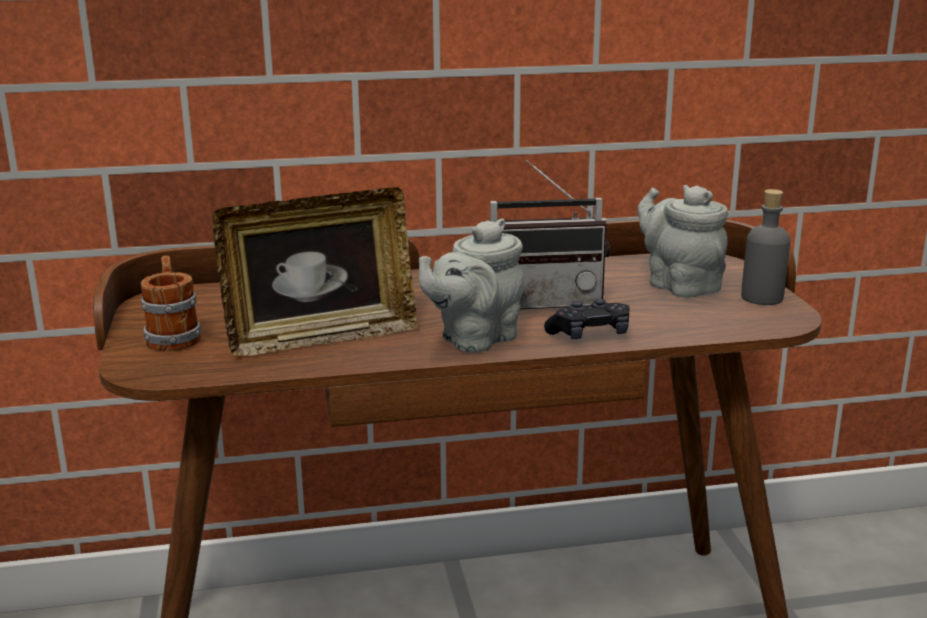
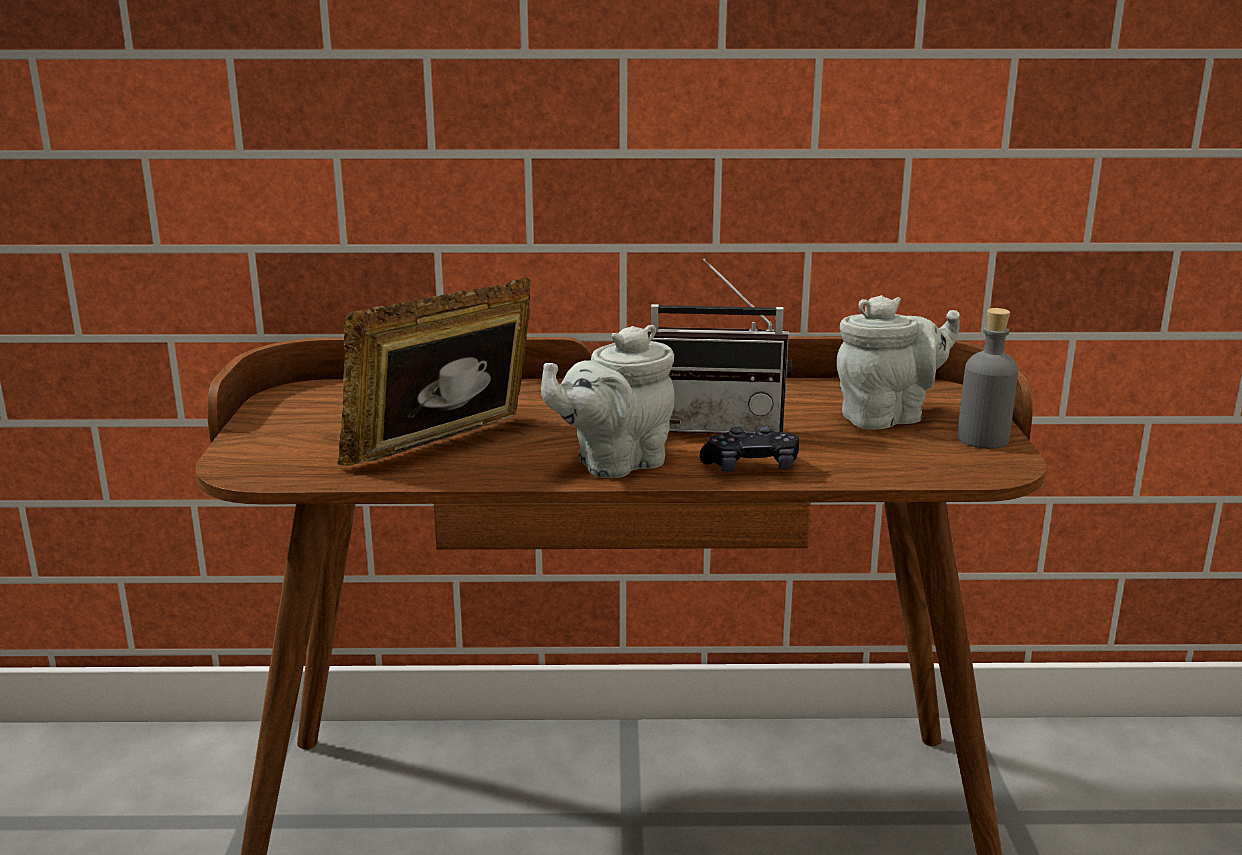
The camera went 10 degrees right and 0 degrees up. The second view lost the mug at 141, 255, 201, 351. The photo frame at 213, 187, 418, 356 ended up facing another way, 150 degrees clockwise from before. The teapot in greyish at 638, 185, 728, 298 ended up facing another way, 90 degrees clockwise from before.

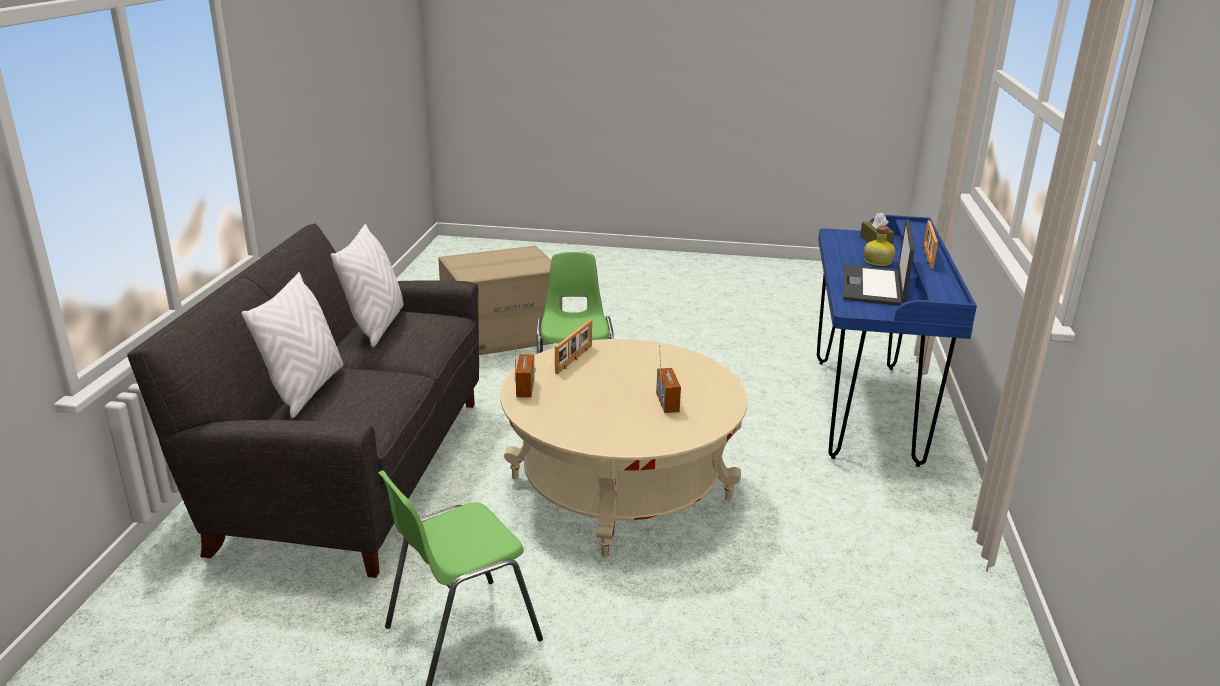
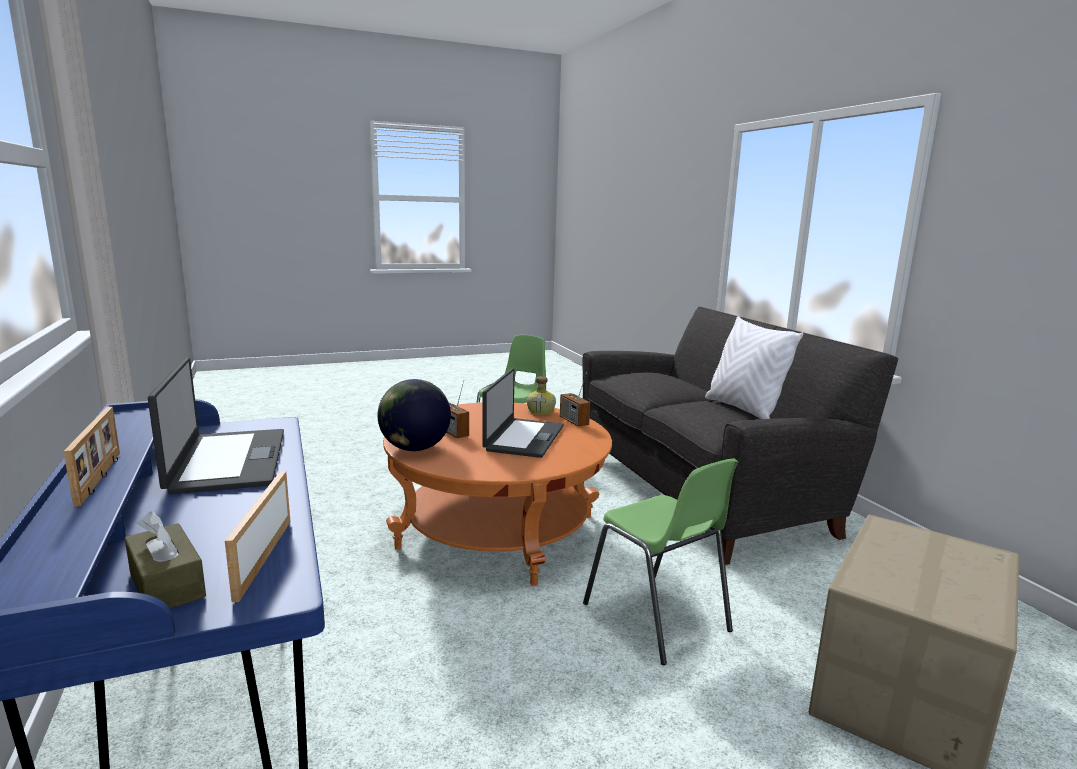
The camera went 150 degrees right and 10 degrees down. The second view lost the throw pillow in white at 242, 272, 343, 418. What was the coffee table in sand-coloured at 500, 339, 747, 557 turned into the coffee table in orange at 383, 402, 612, 586. The photo frame ended up elsewhere, having gone from 555, 320, 592, 374 to 225, 471, 290, 602. The bottle ended up elsewhere, having gone from 864, 226, 896, 266 to 527, 376, 556, 415. The second view gained the desk globe at 377, 379, 451, 451. The second view gained the portable computer at 482, 368, 564, 458.

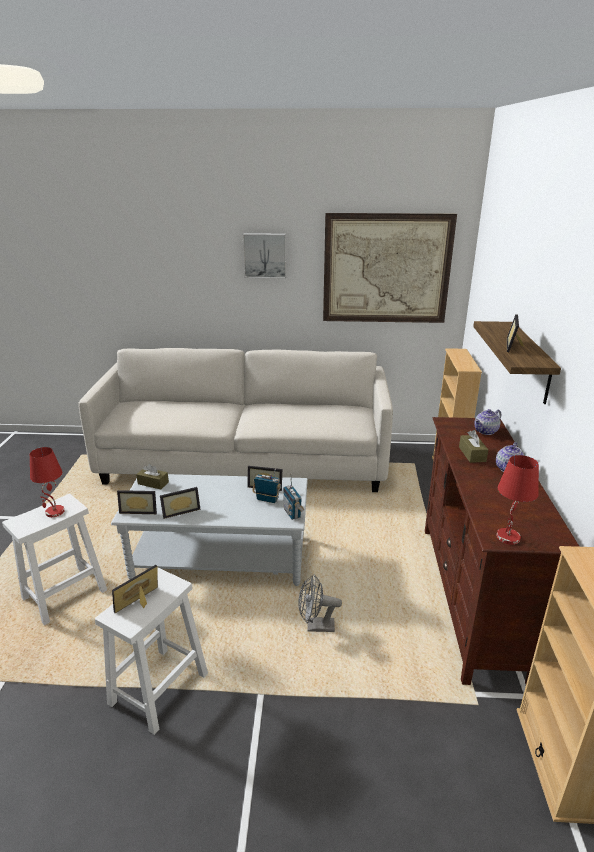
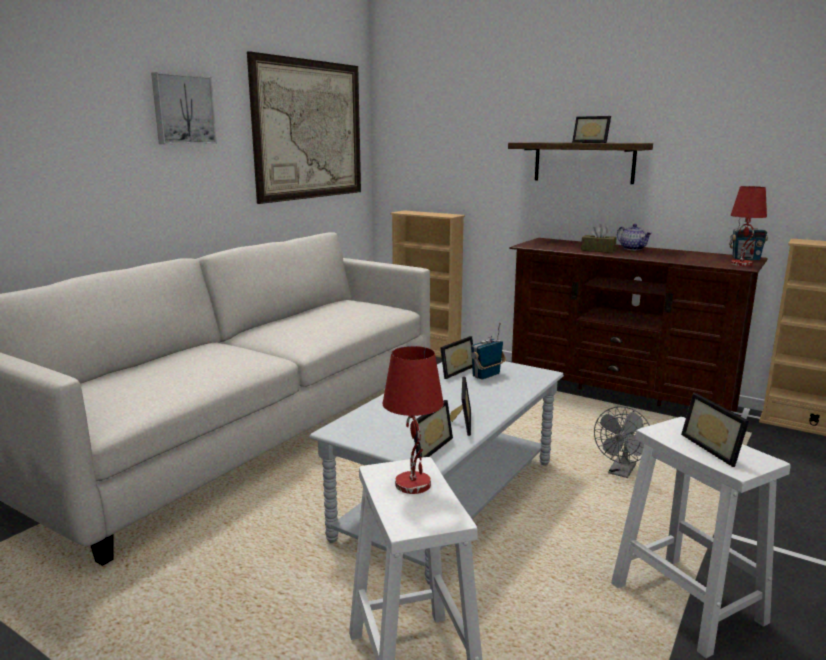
The camera went 60 degrees left and 10 degrees down. The second view lost the tissue box in brown-coloured at 136, 464, 169, 490. The radio ended up elsewhere, having gone from 283, 474, 305, 520 to 729, 217, 768, 260. The second view lost the teapot at 475, 409, 501, 435.

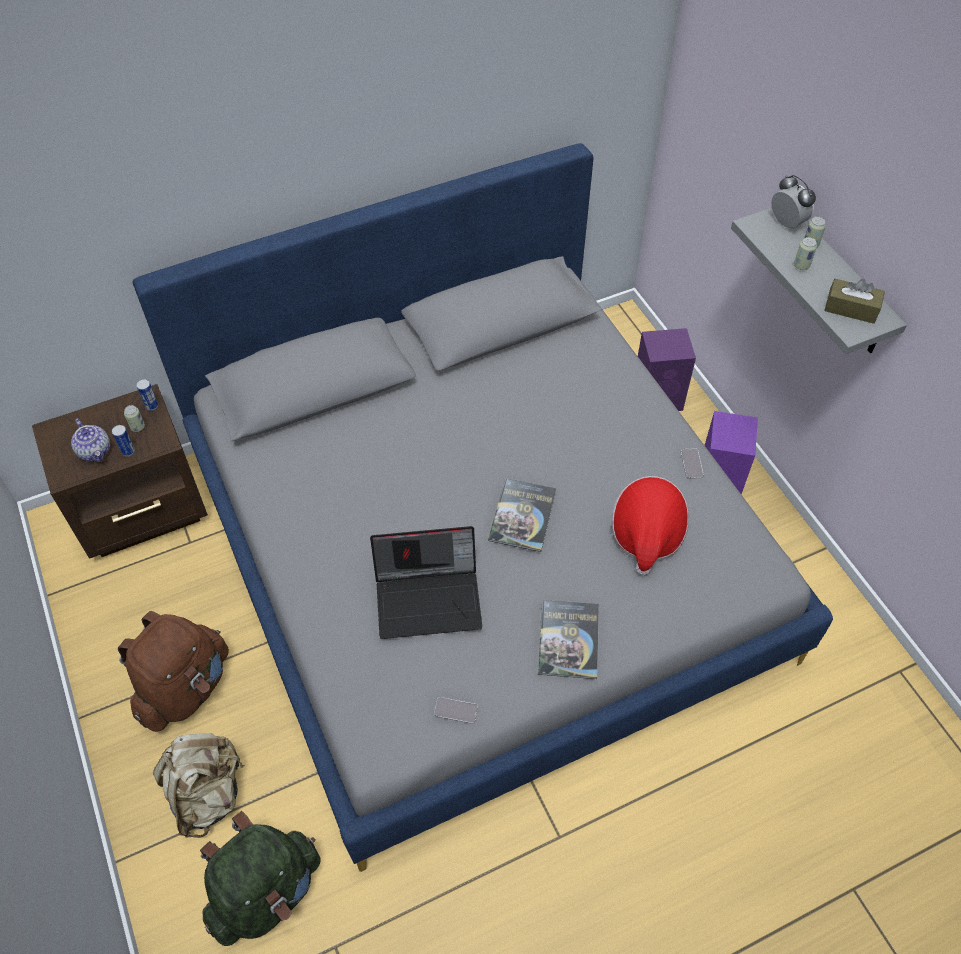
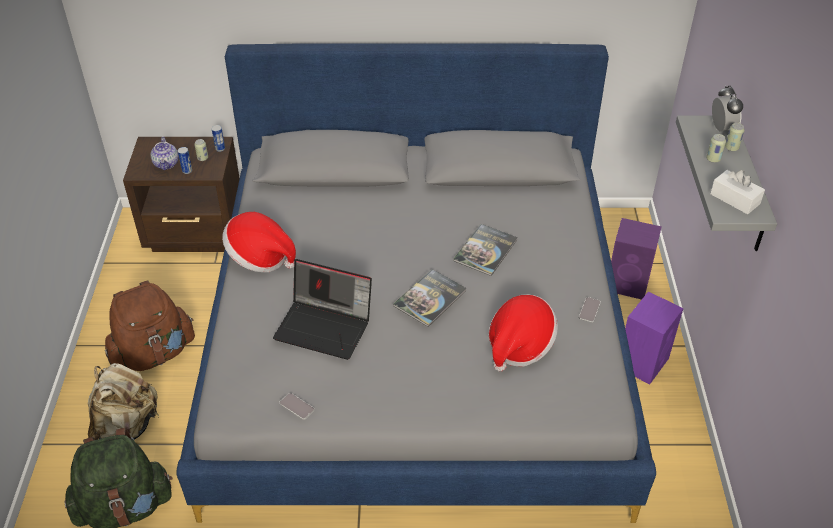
The camera went 25 degrees right and 10 degrees down. The bound book ended up elsewhere, having gone from 538, 600, 599, 679 to 453, 224, 518, 276. What was the tissue box in brown-coloured at 824, 279, 885, 324 turned into the tissue box in white at 710, 170, 765, 214. The second view gained the hat at 222, 212, 296, 272.

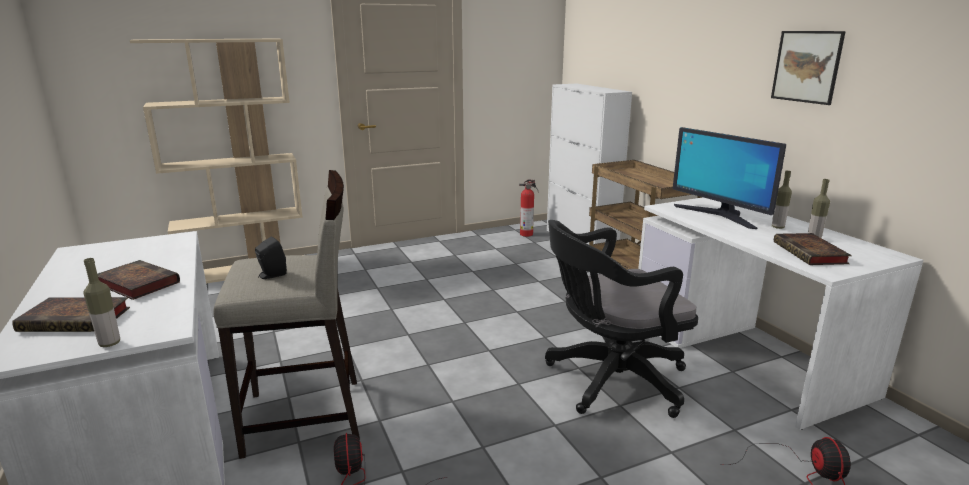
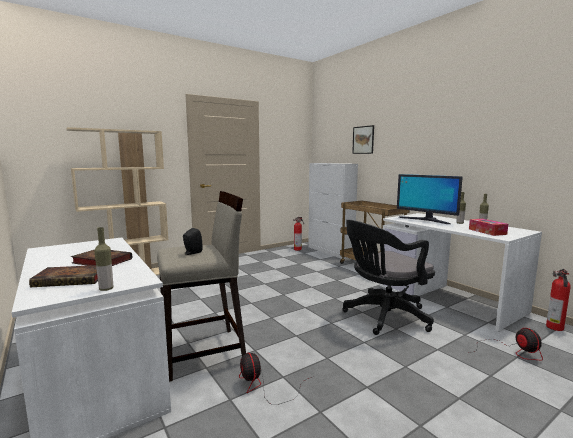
The camera went 10 degrees left and 10 degrees down. The wall picture ended up elsewhere, having gone from 771, 31, 846, 105 to 352, 125, 374, 154. Where the bound book stood at 774, 233, 852, 265, the tissue box came to stand at 469, 219, 508, 236. The second view gained the fire-fighting cylinder at 546, 269, 571, 331.

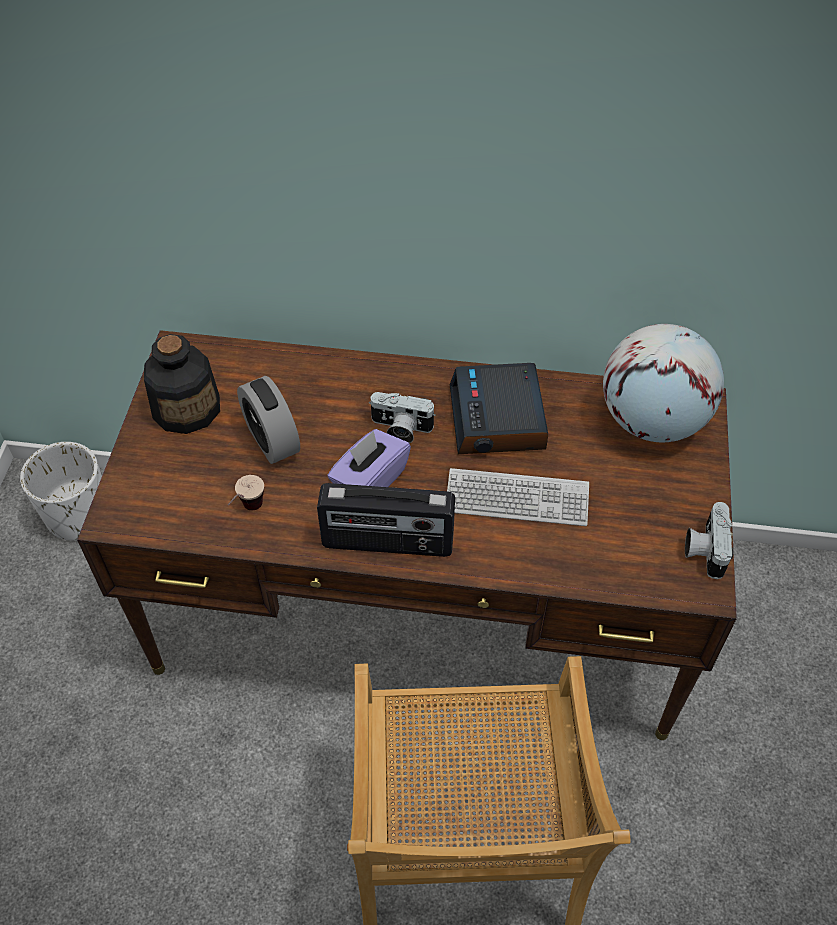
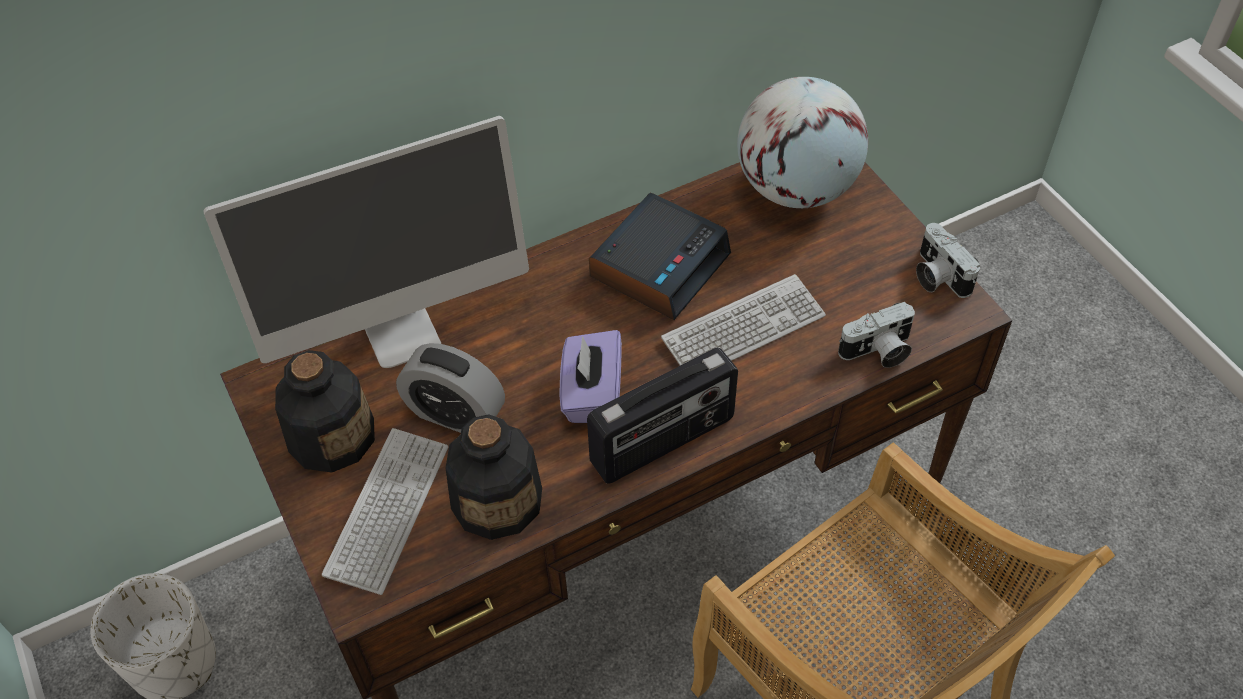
The camera went 35 degrees left and 0 degrees up. Where the cup stood at 228, 475, 264, 510, the bottle came to stand at 446, 414, 542, 540. The still camera ended up elsewhere, having gone from 369, 392, 436, 443 to 838, 302, 915, 368. The alarm clock at 450, 363, 548, 454 ended up facing another way, 105 degrees counterclockwise from before. The second view gained the computer display at 203, 116, 529, 368. The second view gained the computer keyboard at 322, 428, 448, 595.

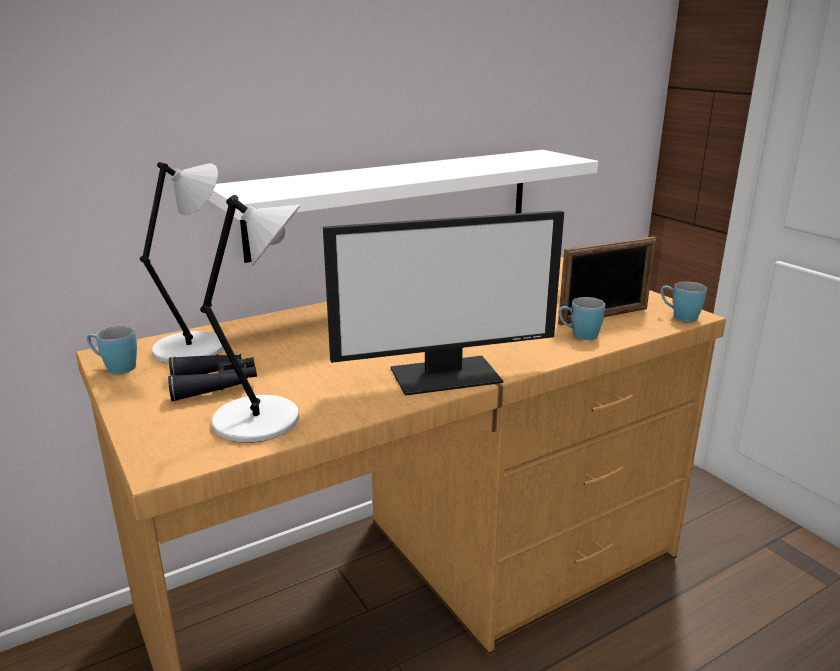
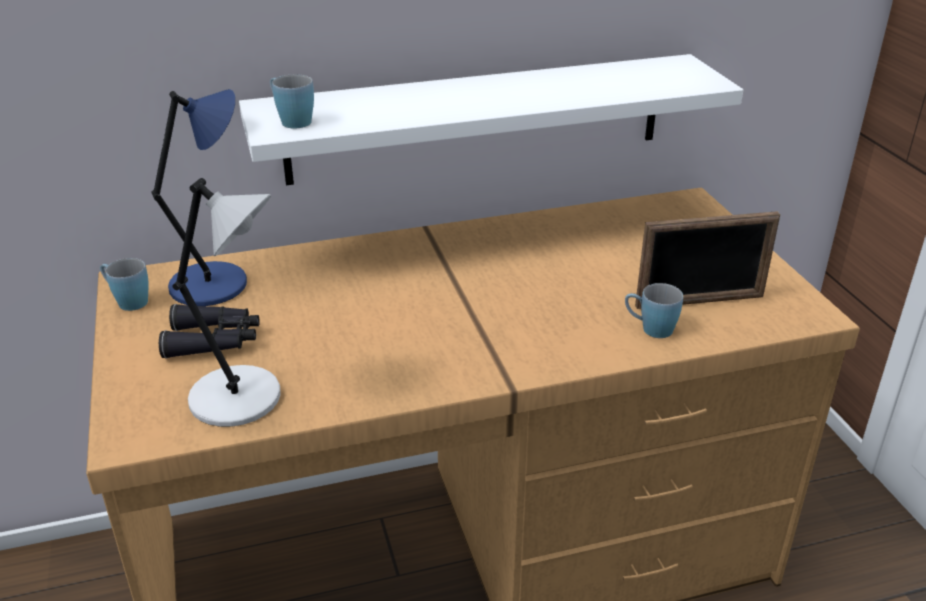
The camera went 15 degrees right and 10 degrees up. What was the tabletop lamp in greyish at 140, 162, 224, 363 turned into the tabletop lamp in bluish at 151, 89, 247, 306. The second view lost the computer display at 323, 210, 564, 396. The mug in bluish ended up elsewhere, having gone from 661, 282, 707, 322 to 270, 74, 314, 128.

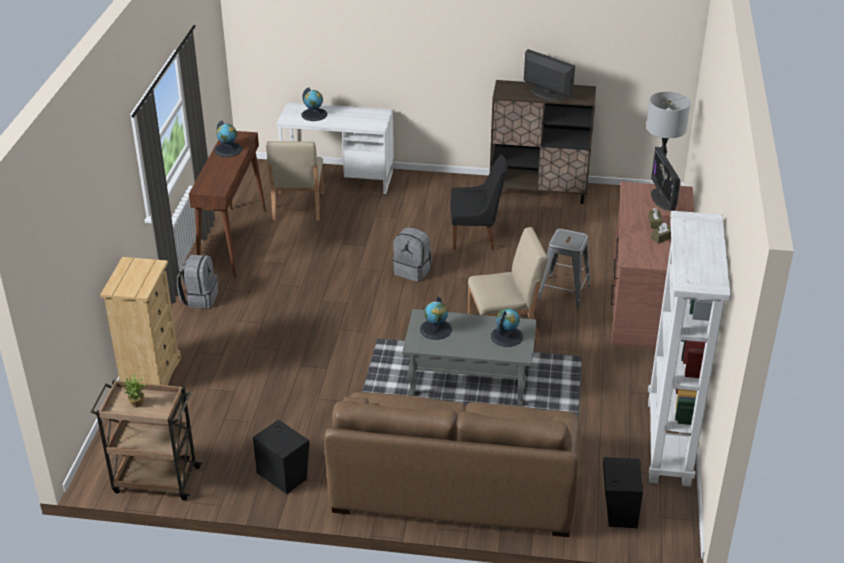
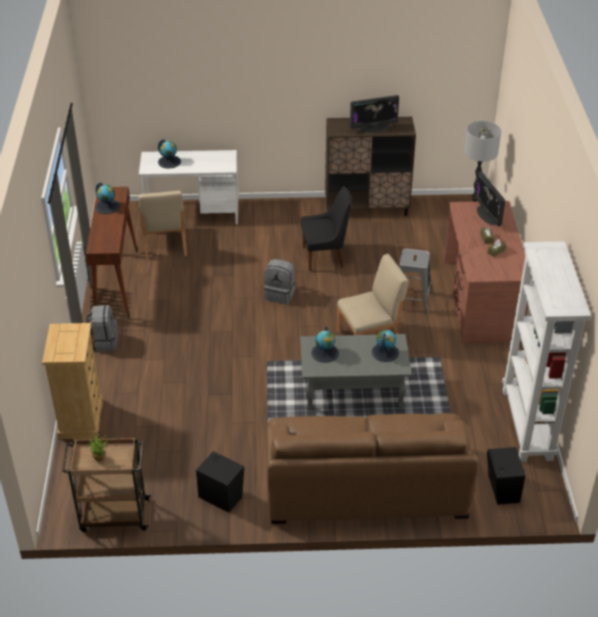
The camera went 10 degrees left and 5 degrees up. The computer display at 524, 49, 575, 101 ended up facing another way, 135 degrees clockwise from before.

